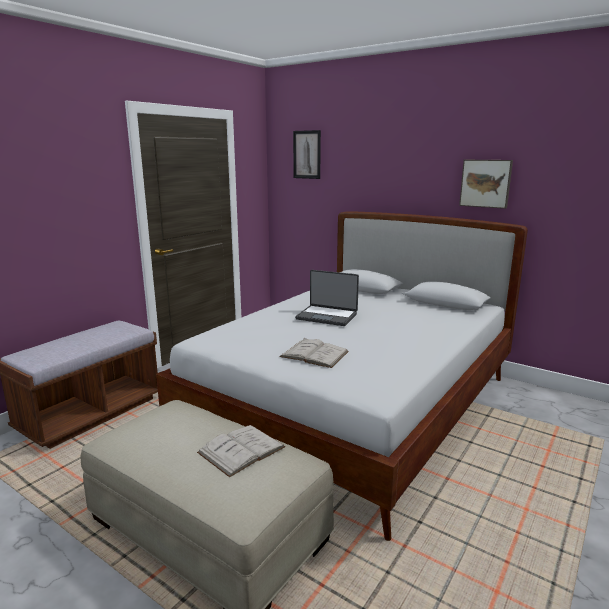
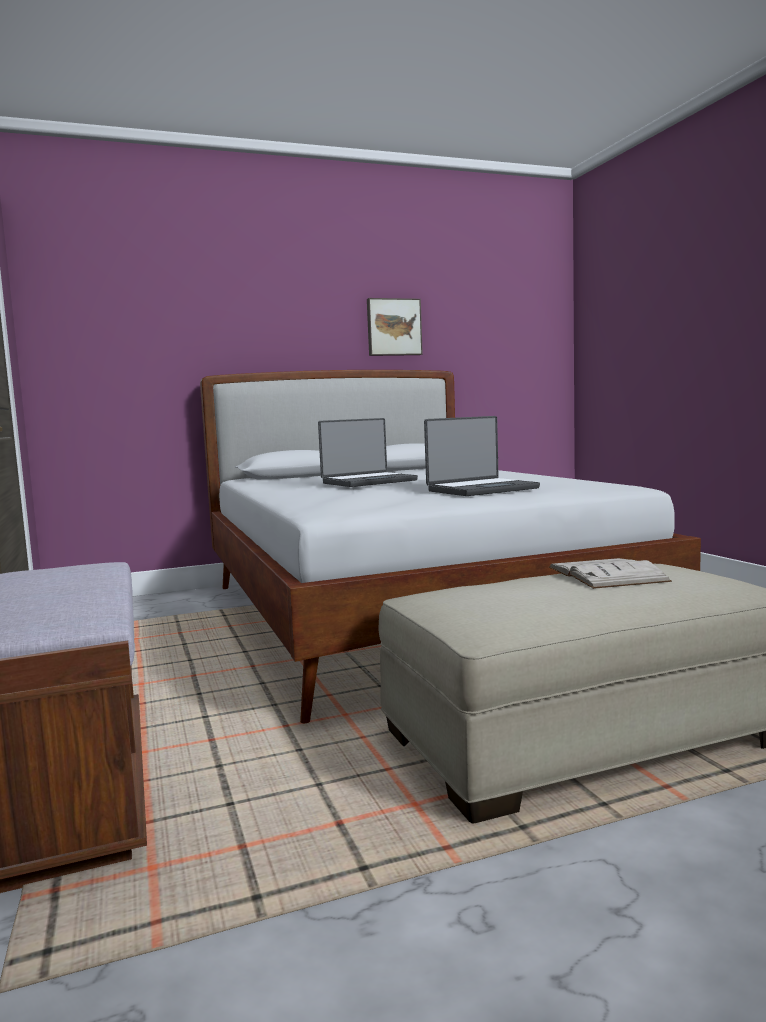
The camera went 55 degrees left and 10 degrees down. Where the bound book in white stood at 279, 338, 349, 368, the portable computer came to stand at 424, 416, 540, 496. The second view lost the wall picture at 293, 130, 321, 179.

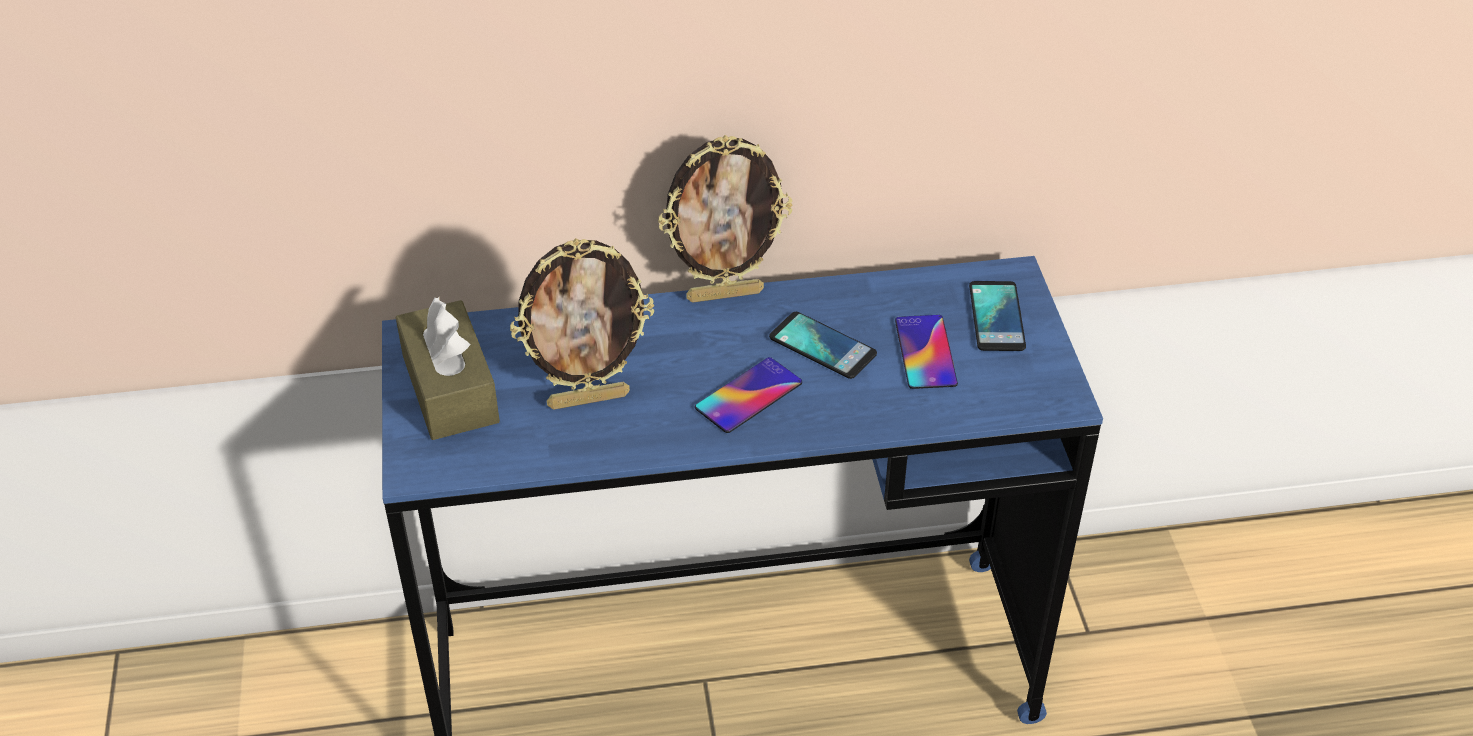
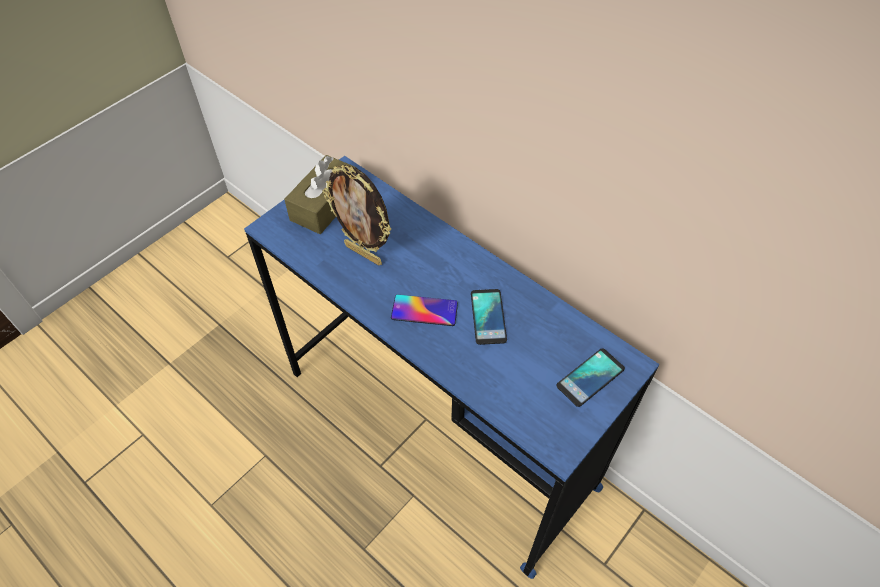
The camera went 50 degrees right and 10 degrees up. The second view lost the photo frame at 658, 135, 793, 303. The second view lost the telephone at 895, 315, 958, 389.

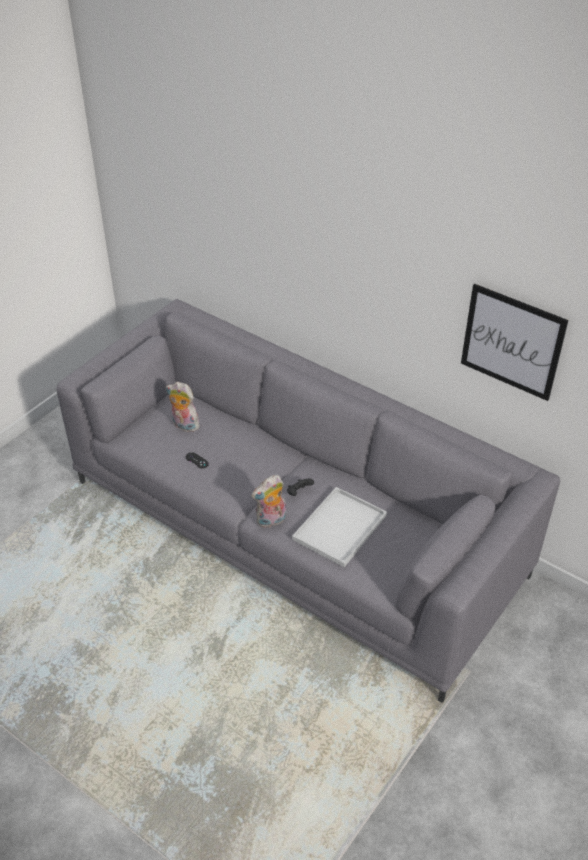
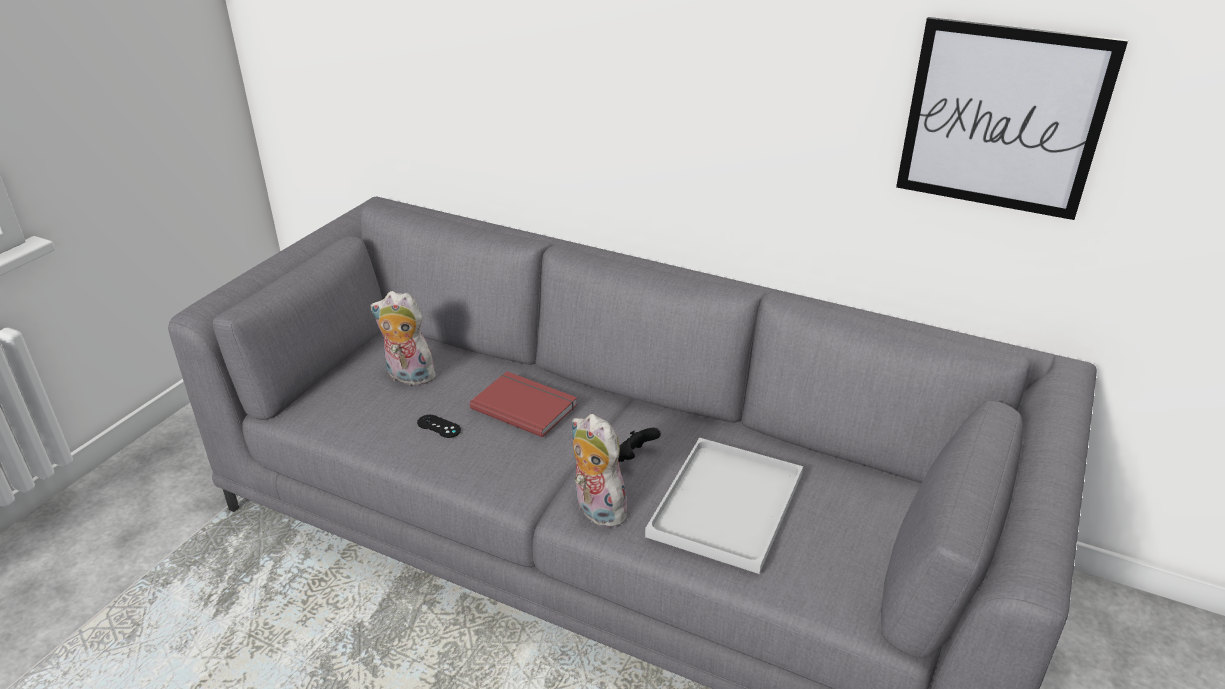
The camera went 10 degrees left and 10 degrees down. The cuddly toy at 251, 475, 286, 528 ended up facing another way, 90 degrees clockwise from before. The second view gained the bound book in reddish at 470, 371, 577, 438.

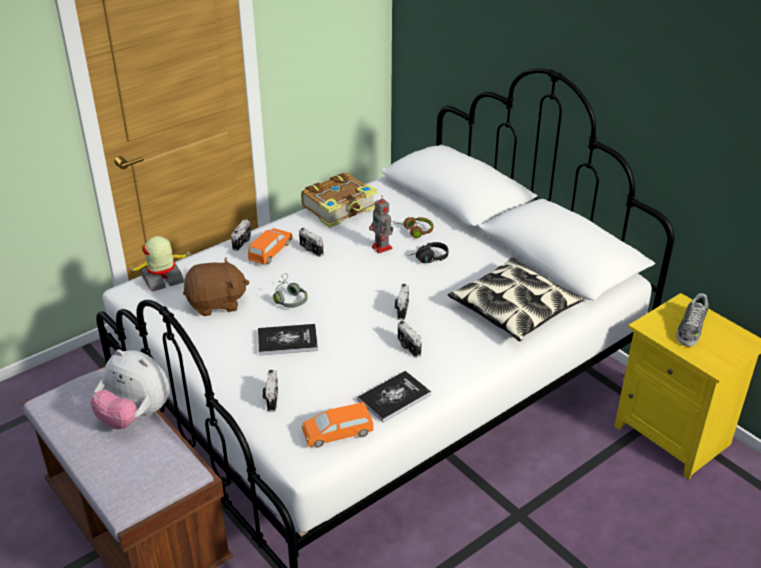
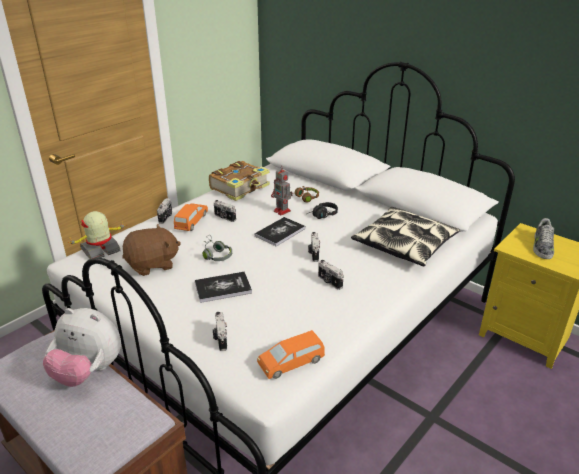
The camera went 10 degrees left and 5 degrees down. The bound book ended up elsewhere, having gone from 357, 371, 431, 422 to 255, 217, 305, 246.

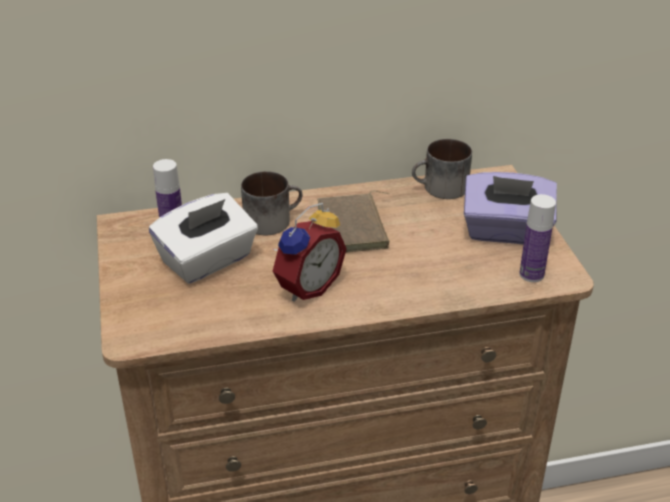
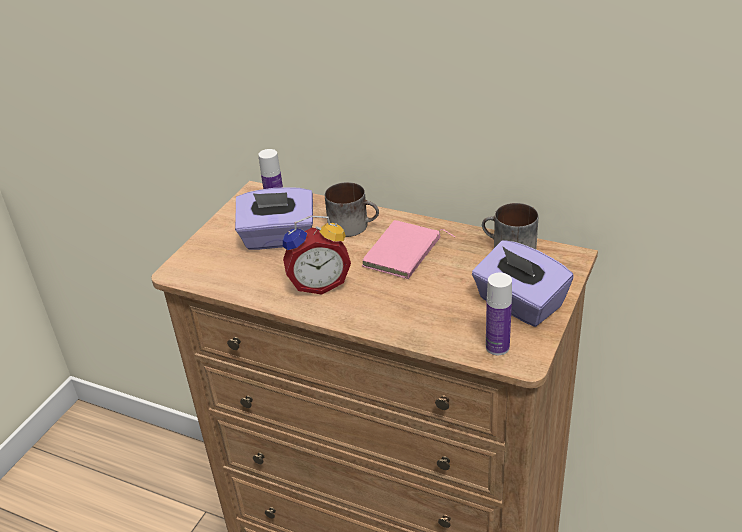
The camera went 40 degrees right and 0 degrees up. What was the tissue box in white at 149, 193, 258, 284 turned into the tissue box in purplish at 235, 187, 313, 250. What was the bound book in brown-coloured at 317, 191, 390, 253 turned into the bound book in pink at 362, 220, 455, 279.

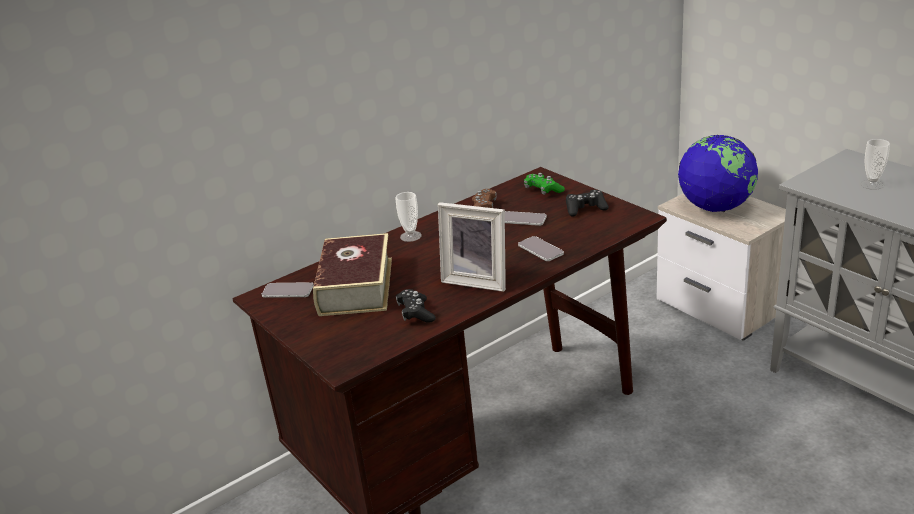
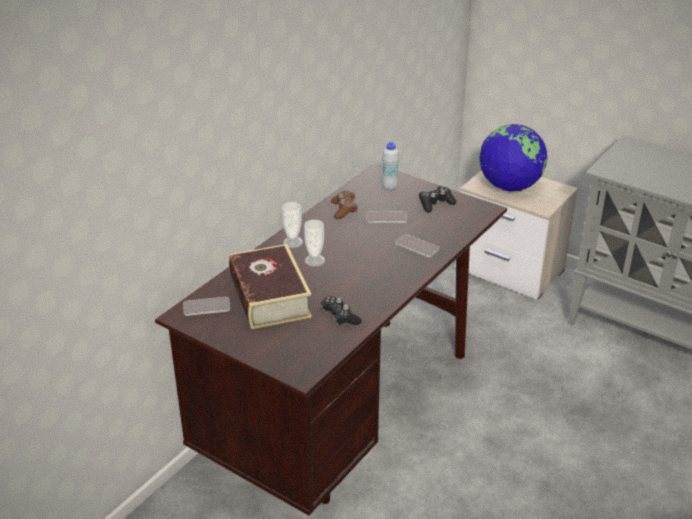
The camera went 20 degrees left and 5 degrees up. The second view lost the photo frame at 438, 202, 506, 292. Where the gamepad in green stood at 524, 173, 565, 195, the bottle in white came to stand at 382, 142, 399, 191. The cup ended up elsewhere, having gone from 860, 139, 890, 190 to 304, 220, 325, 266.

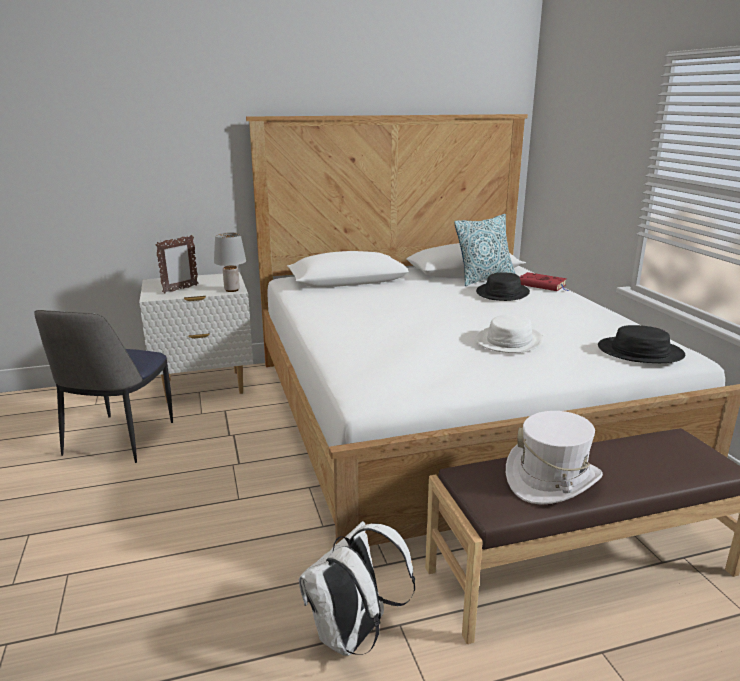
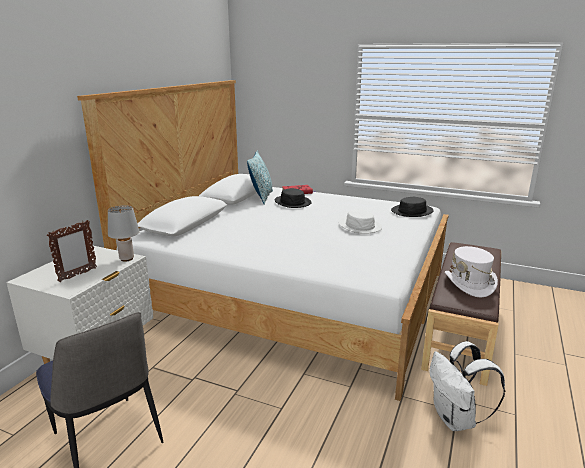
The camera went 50 degrees left and 0 degrees up. The photo frame at 155, 235, 198, 294 ended up facing another way, 45 degrees clockwise from before.

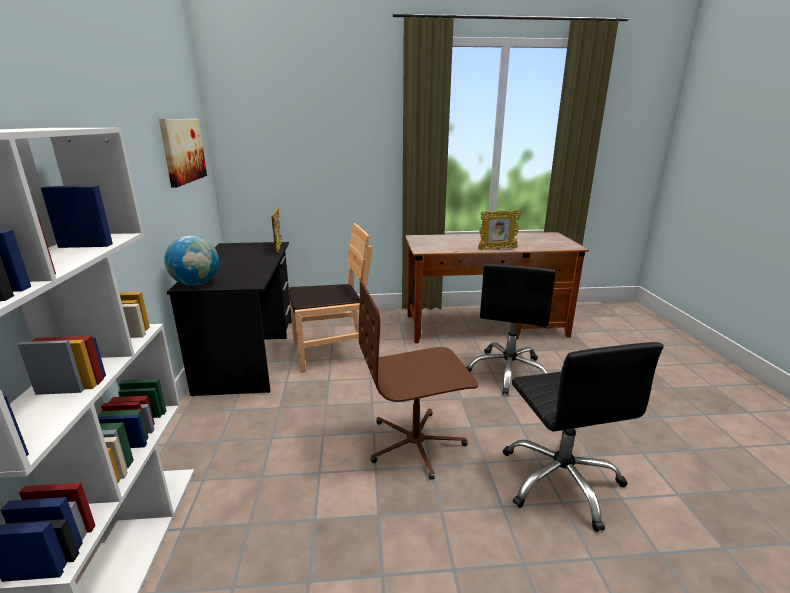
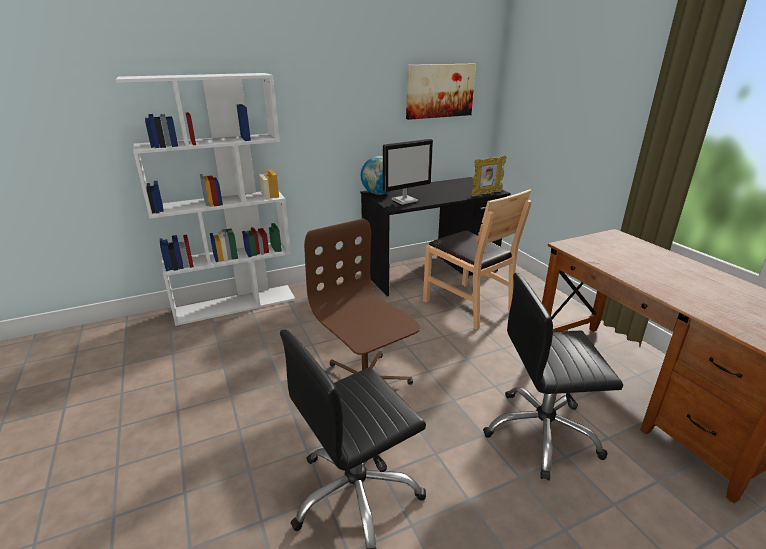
The camera went 70 degrees right and 5 degrees up. The second view lost the photo frame at 478, 210, 521, 250. The second view gained the computer display at 383, 139, 433, 204.

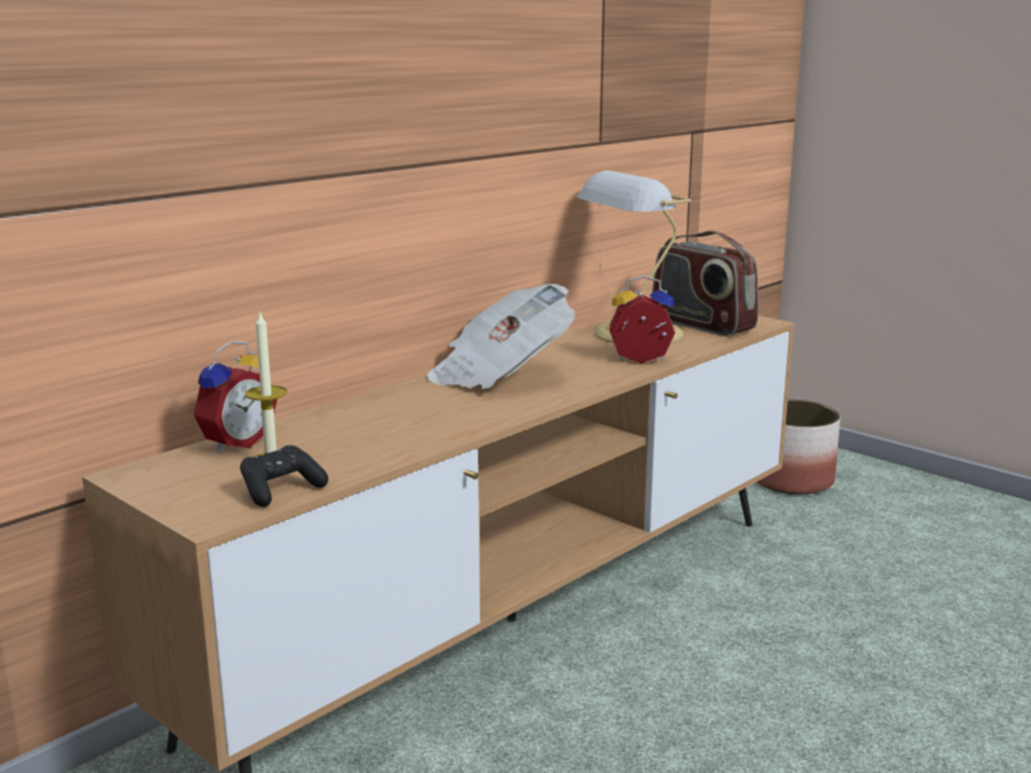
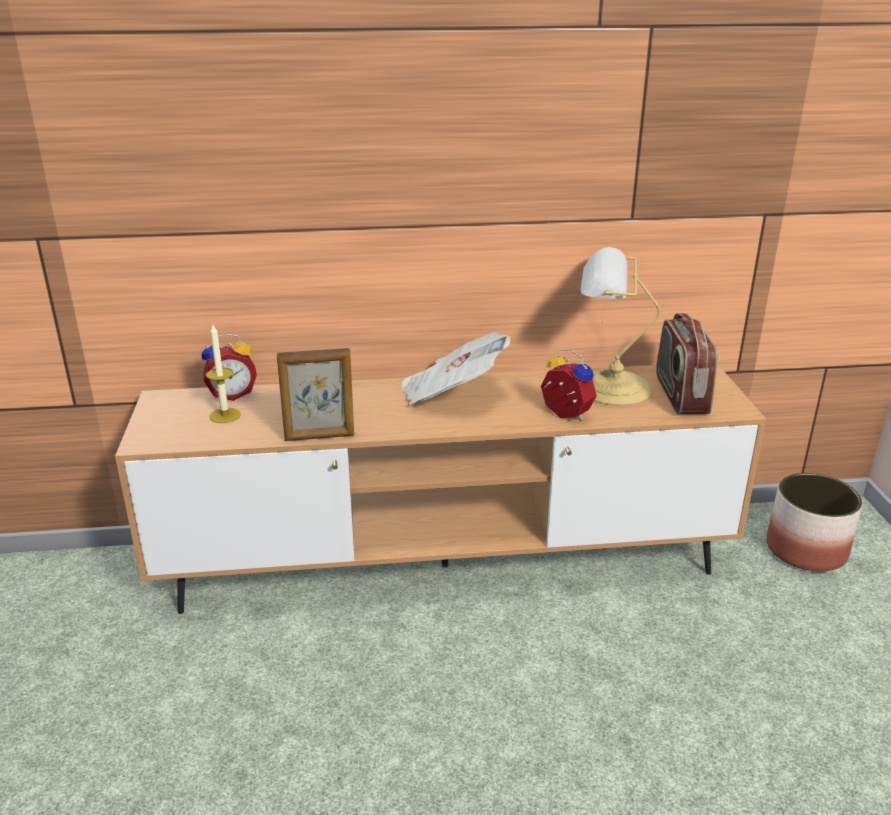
The camera went 40 degrees right and 10 degrees up. The second view lost the gamepad in black at 240, 445, 328, 507. The second view gained the photo frame at 277, 348, 354, 441.

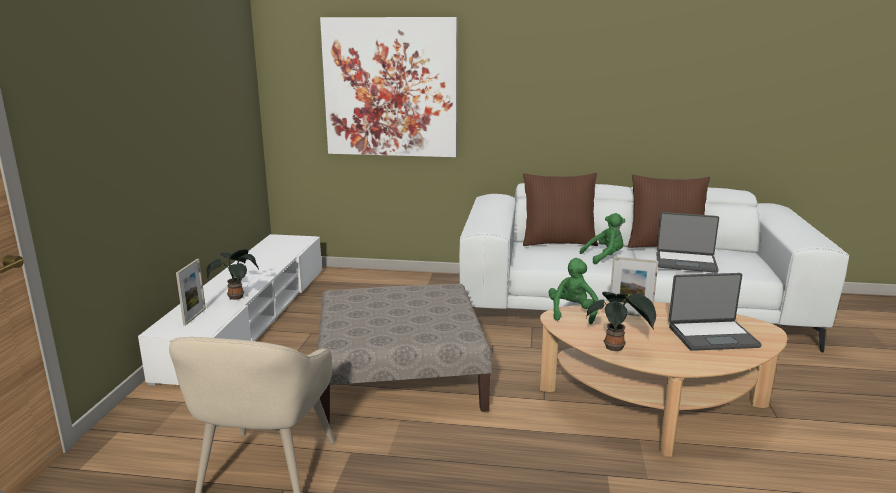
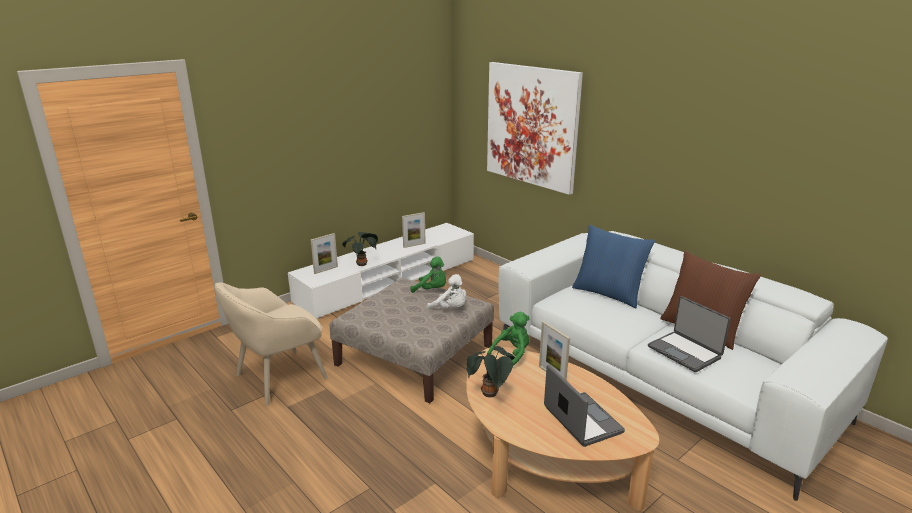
The camera went 40 degrees right and 5 degrees up. What was the throw pillow in brown-coloured at 523, 173, 598, 246 turned into the throw pillow in bluish at 572, 224, 655, 308. The cuddly toy in green ended up elsewhere, having gone from 580, 213, 626, 264 to 410, 257, 446, 293. The portable computer at 668, 273, 762, 351 ended up facing another way, 150 degrees counterclockwise from before. The second view gained the photo frame at 402, 212, 426, 248. The second view gained the cuddly toy in white at 427, 274, 466, 310.

